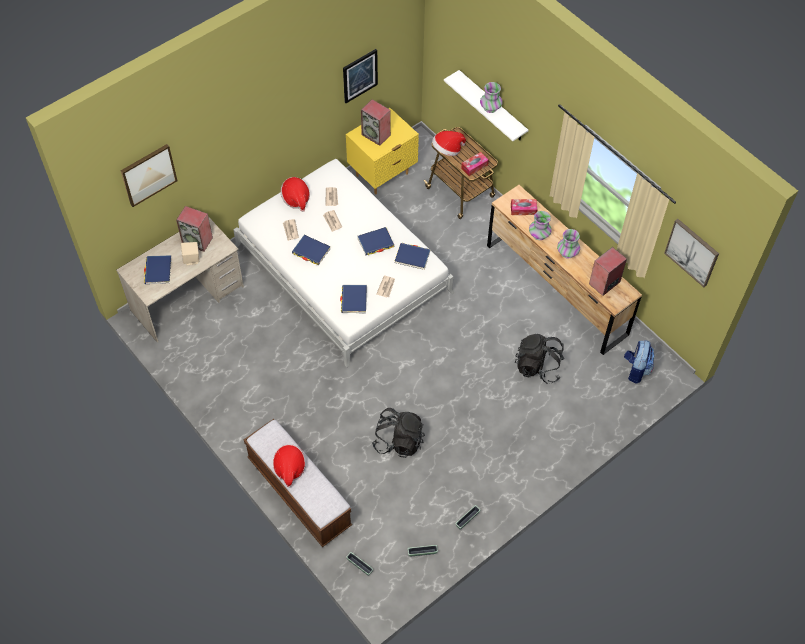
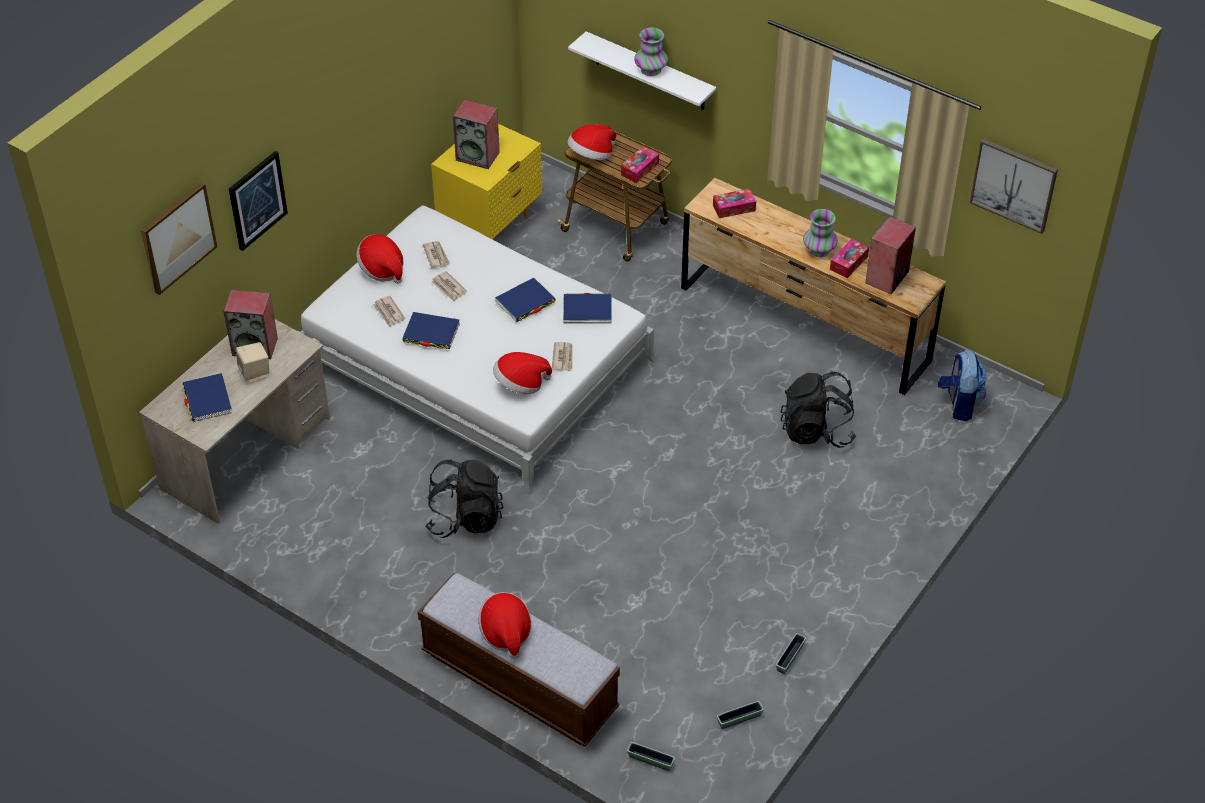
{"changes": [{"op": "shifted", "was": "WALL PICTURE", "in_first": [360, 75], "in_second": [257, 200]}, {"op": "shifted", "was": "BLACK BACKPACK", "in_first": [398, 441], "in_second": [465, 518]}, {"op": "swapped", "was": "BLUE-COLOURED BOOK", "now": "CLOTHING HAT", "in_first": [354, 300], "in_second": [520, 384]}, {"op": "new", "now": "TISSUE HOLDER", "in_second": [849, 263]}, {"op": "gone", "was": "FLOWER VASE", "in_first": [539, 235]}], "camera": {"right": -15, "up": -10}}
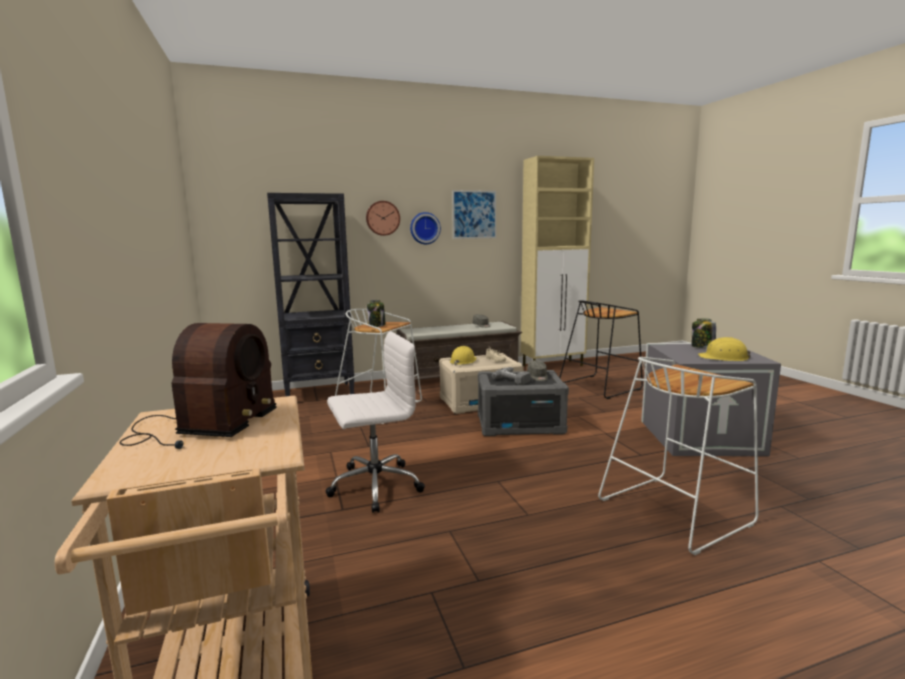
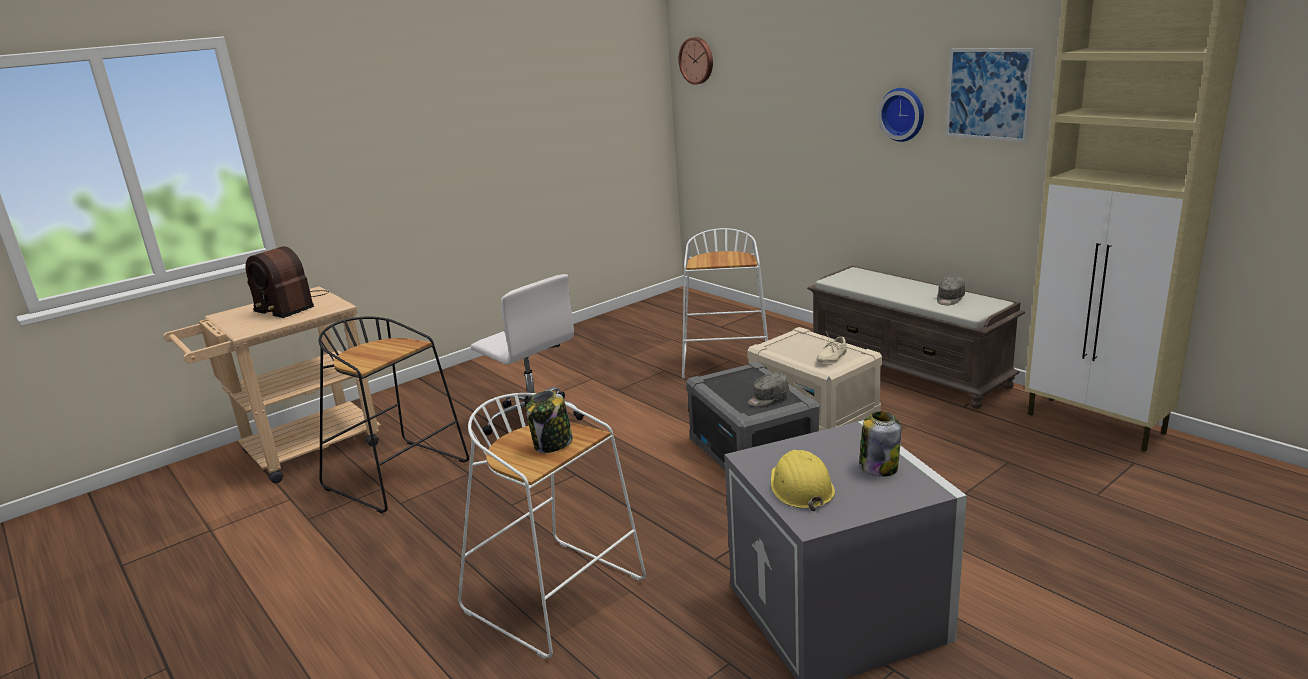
{"changes": [{"op": "rotated", "was": "RADIO RECEIVER", "in_first": [201, 427], "in_second": [290, 305], "clockwise": 45}, {"op": "shifted", "was": "BLACK SITTING STOOL", "in_first": [600, 386], "in_second": [399, 475]}, {"op": "shifted", "was": "STORAGE JAR", "in_first": [377, 325], "in_second": [552, 444]}, {"op": "shifted", "was": "HANGING CLOCK", "in_first": [382, 218], "in_second": [697, 60]}, {"op": "gone", "was": "BLACK BOOKSHELF", "in_first": [320, 393]}, {"op": "gone", "was": "YELLOWISH HARD HAT", "in_first": [463, 361]}, {"op": "gone", "was": "DRILL", "in_first": [514, 379]}], "camera": {"right": 70, "up": 10}}
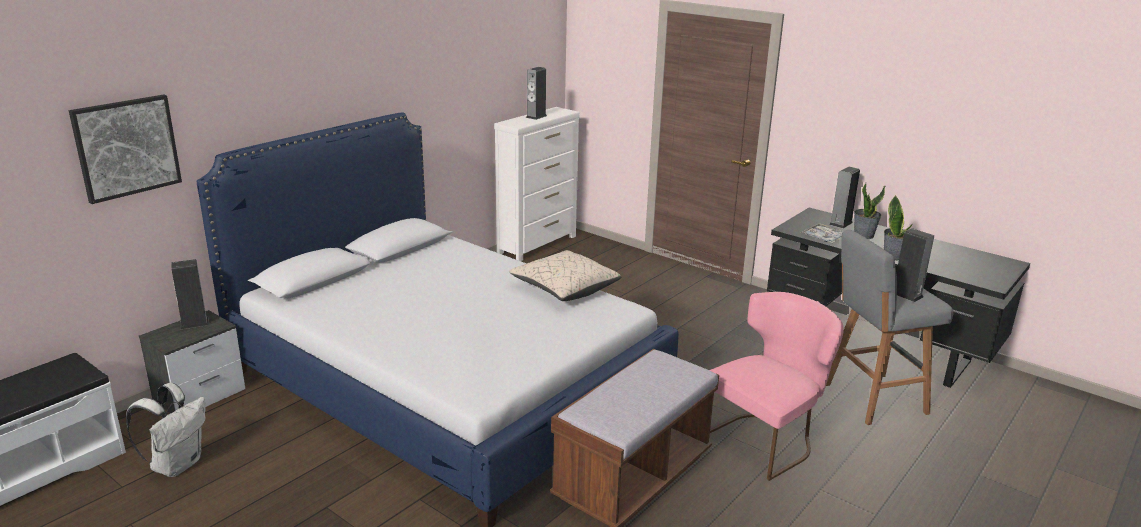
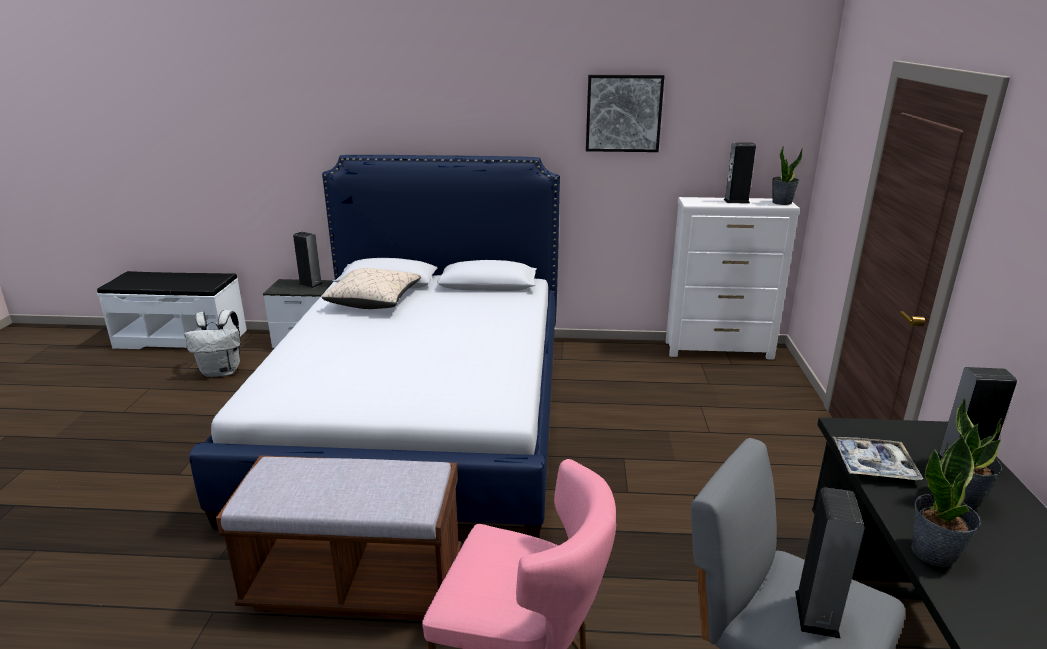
{"changes": [{"op": "shifted", "was": "BEIGE-COLOURED PILLOW", "in_first": [565, 289], "in_second": [374, 301]}, {"op": "shifted", "was": "WALL PICTURE", "in_first": [126, 147], "in_second": [623, 113]}, {"op": "new", "now": "HOUSEPLANT", "in_second": [781, 202]}], "camera": {"right": 55, "up": 0}}
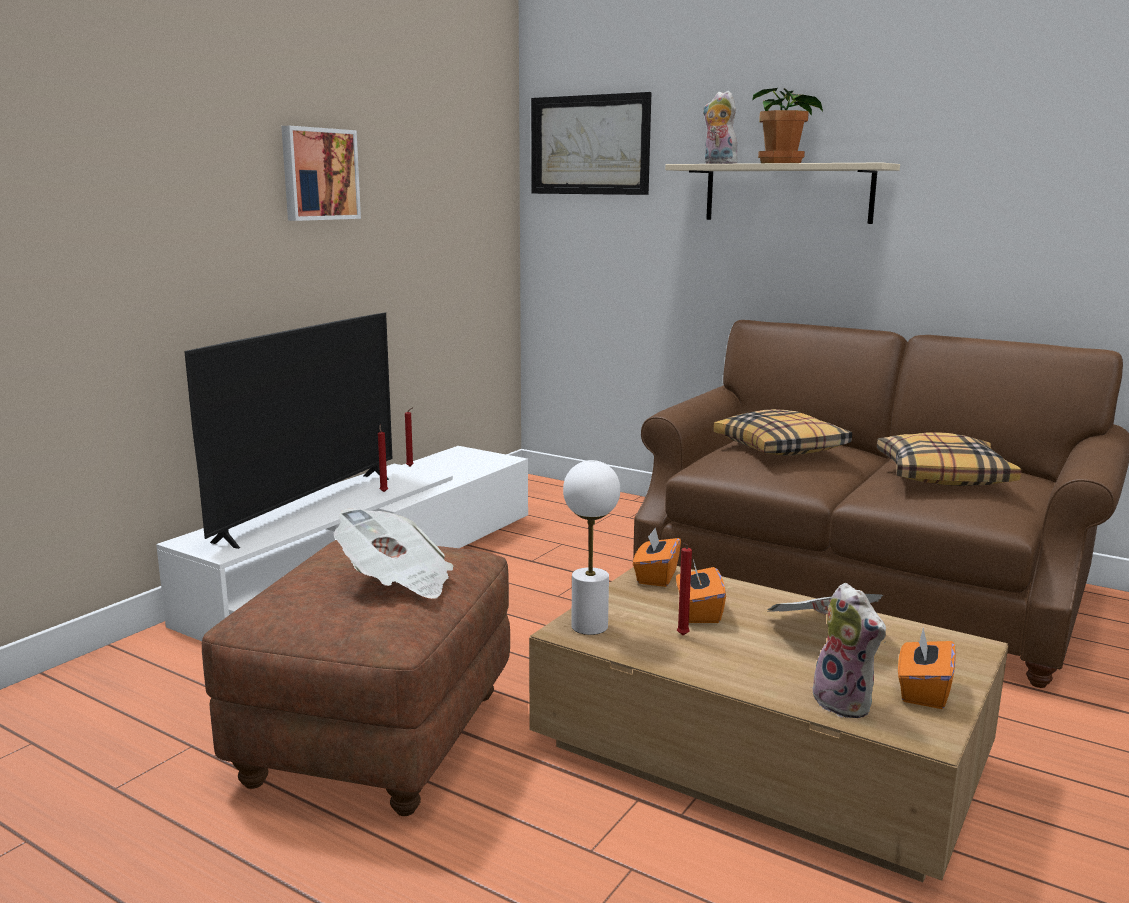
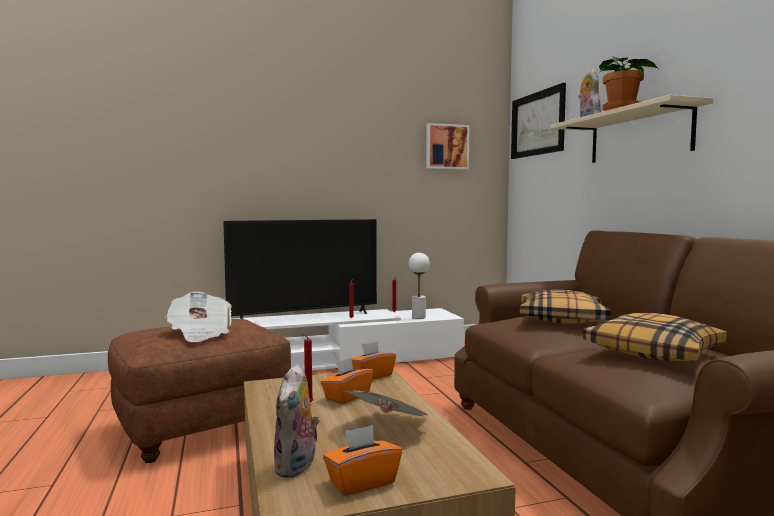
{"changes": [{"op": "shifted", "was": "WHITISH LAMP FOR A TABLE", "in_first": [589, 626], "in_second": [418, 317]}, {"op": "shifted", "was": "WALL PICTURE", "in_first": [319, 174], "in_second": [446, 147]}], "camera": {"right": 40, "up": -10}}
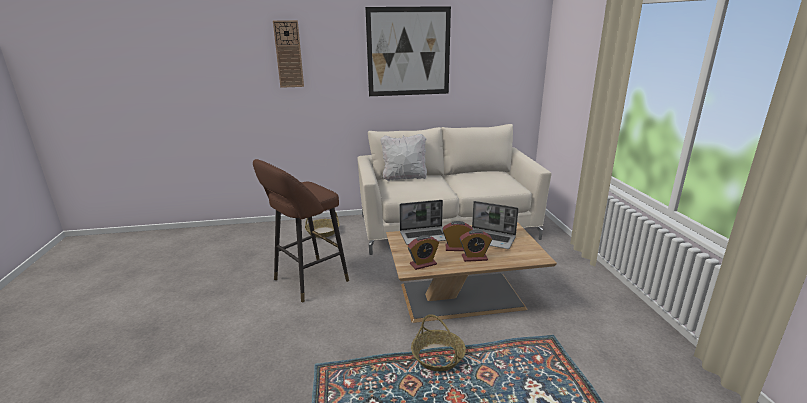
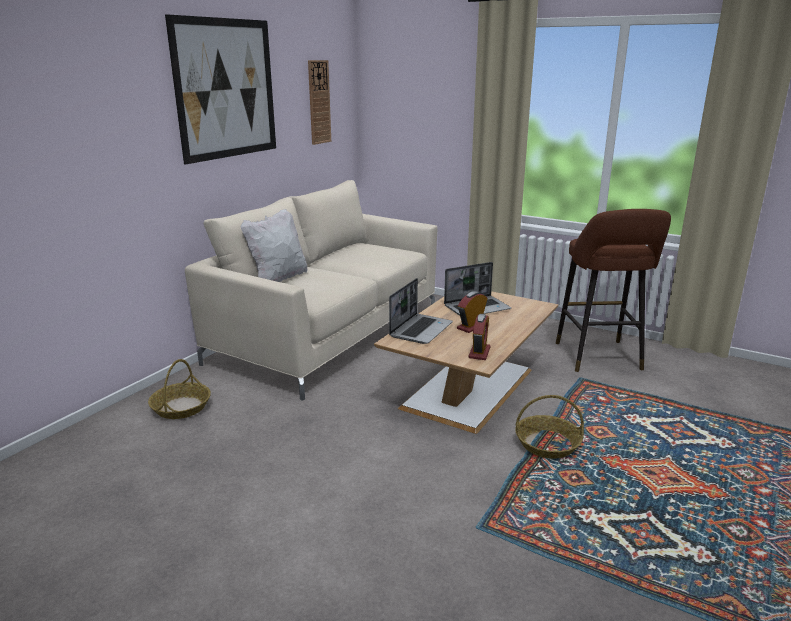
{"changes": [{"op": "shifted", "was": "HANGING CLOCK", "in_first": [288, 54], "in_second": [319, 102]}, {"op": "shifted", "was": "BROWN SITTING STOOL", "in_first": [307, 281], "in_second": [599, 358]}, {"op": "gone", "was": "BEDSIDE CLOCK", "in_first": [474, 258]}], "camera": {"right": -50, "up": 0}}
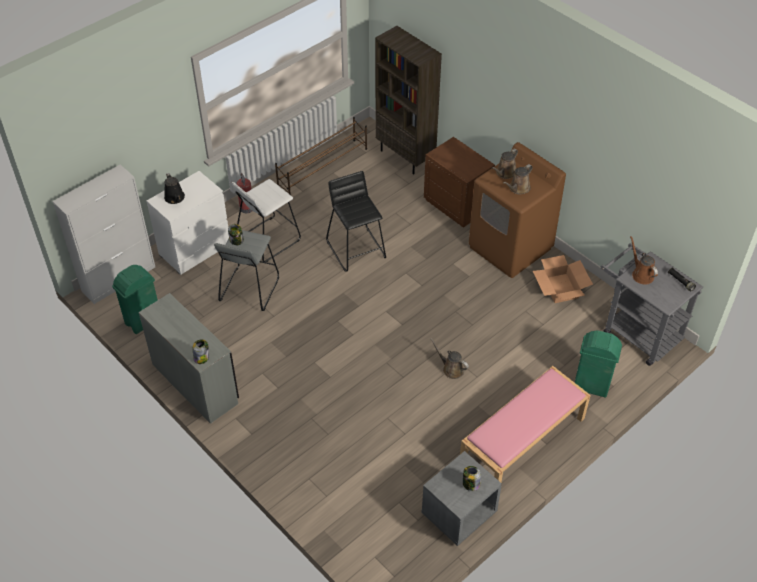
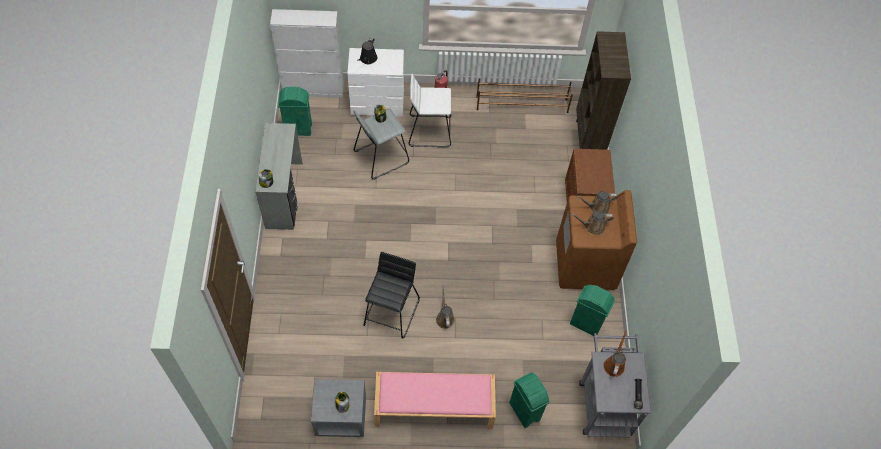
{"changes": [{"op": "shifted", "was": "BLACK SITTING STOOL", "in_first": [357, 249], "in_second": [391, 312]}, {"op": "swapped", "was": "PACKING BOX", "now": "GREEN TRASH CAN", "in_first": [560, 288], "in_second": [586, 324]}], "camera": {"right": 40, "up": 10}}
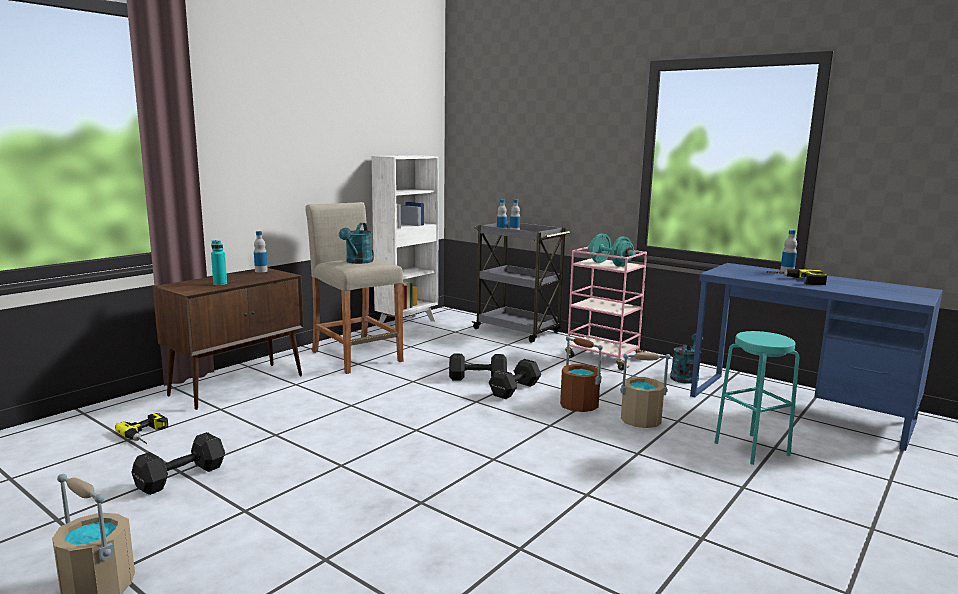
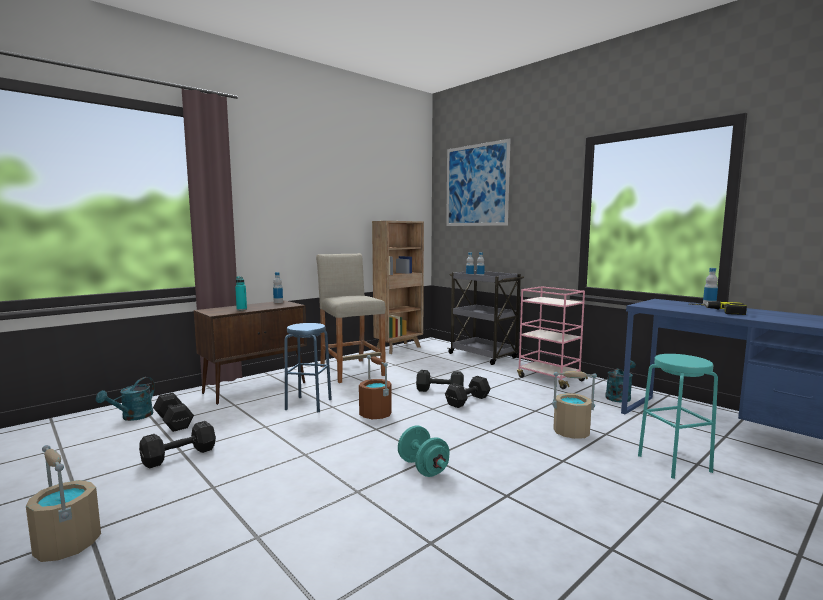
{"changes": [{"op": "shifted", "was": "BLUE-GREEN WATERING CAN", "in_first": [357, 262], "in_second": [133, 417]}, {"op": "swapped", "was": "DRILL", "now": "BLACK DUMBBELL", "in_first": [148, 435], "in_second": [174, 421]}, {"op": "new", "now": "BLUE-COLOURED SITTING STOOL", "in_second": [308, 404]}, {"op": "shifted", "was": "BROWN BUCKET", "in_first": [579, 406], "in_second": [376, 414]}, {"op": "repainted", "was": "WHITISH BOOKSHELF", "now": "BROWN BOOKSHELF", "in_first": [407, 323], "in_second": [399, 348]}, {"op": "shifted", "was": "BLUE-GREEN DUMBBELL", "in_first": [610, 264], "in_second": [423, 468]}, {"op": "new", "now": "WALL PICTURE", "in_second": [476, 185]}], "camera": {"right": 10, "up": -5}}
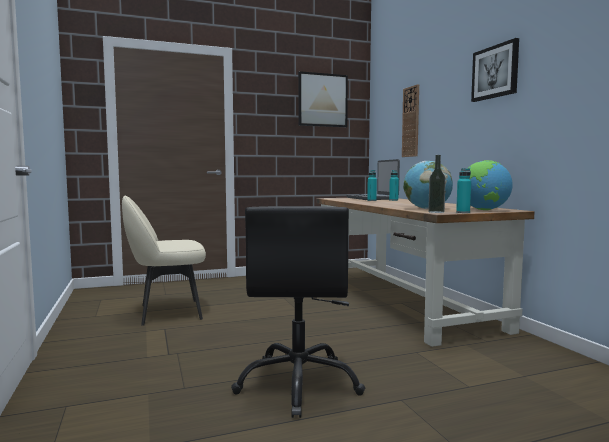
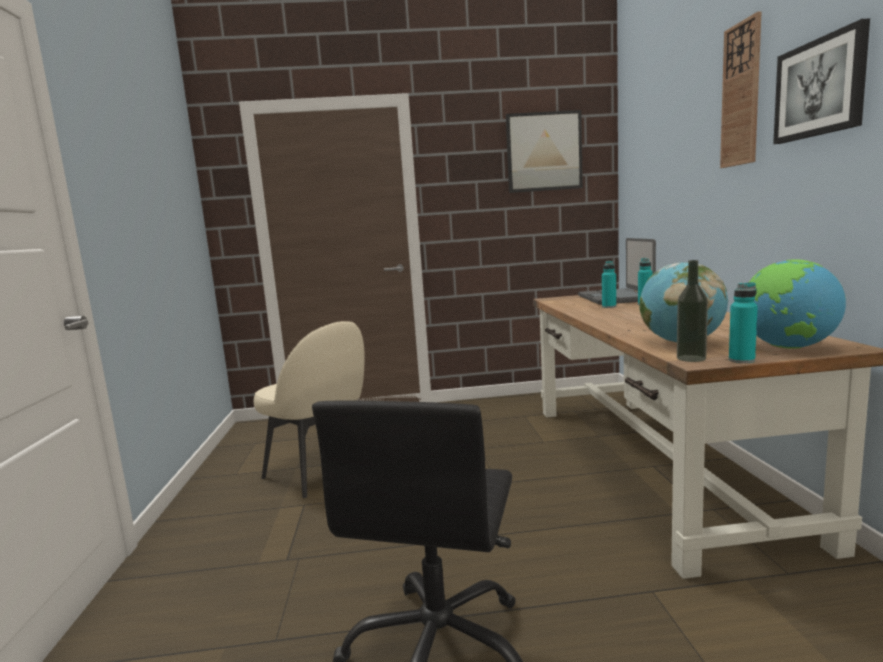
{"changes": [{"op": "rotated", "was": "BEIGE-COLOURED PLAIN CHAIR", "in_first": [168, 312], "in_second": [321, 471], "clockwise": -135}, {"op": "shifted", "was": "HANGING CLOCK", "in_first": [411, 122], "in_second": [741, 95]}], "camera": {"right": 15, "up": 5}}
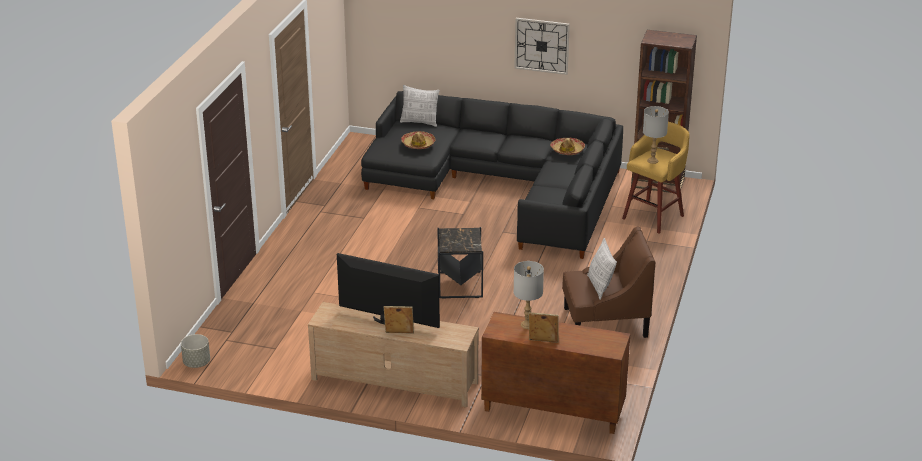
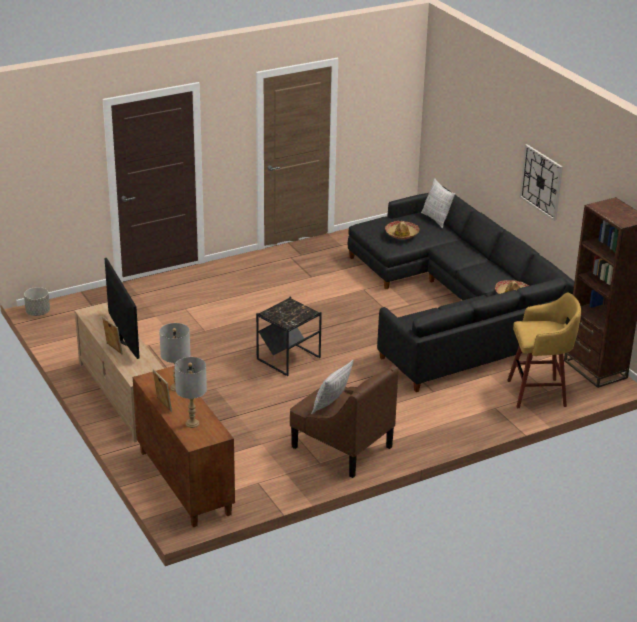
{"changes": [{"op": "shifted", "was": "GREY LAMP FOR A TABLE", "in_first": [653, 161], "in_second": [192, 423]}], "camera": {"right": 45, "up": 0}}
